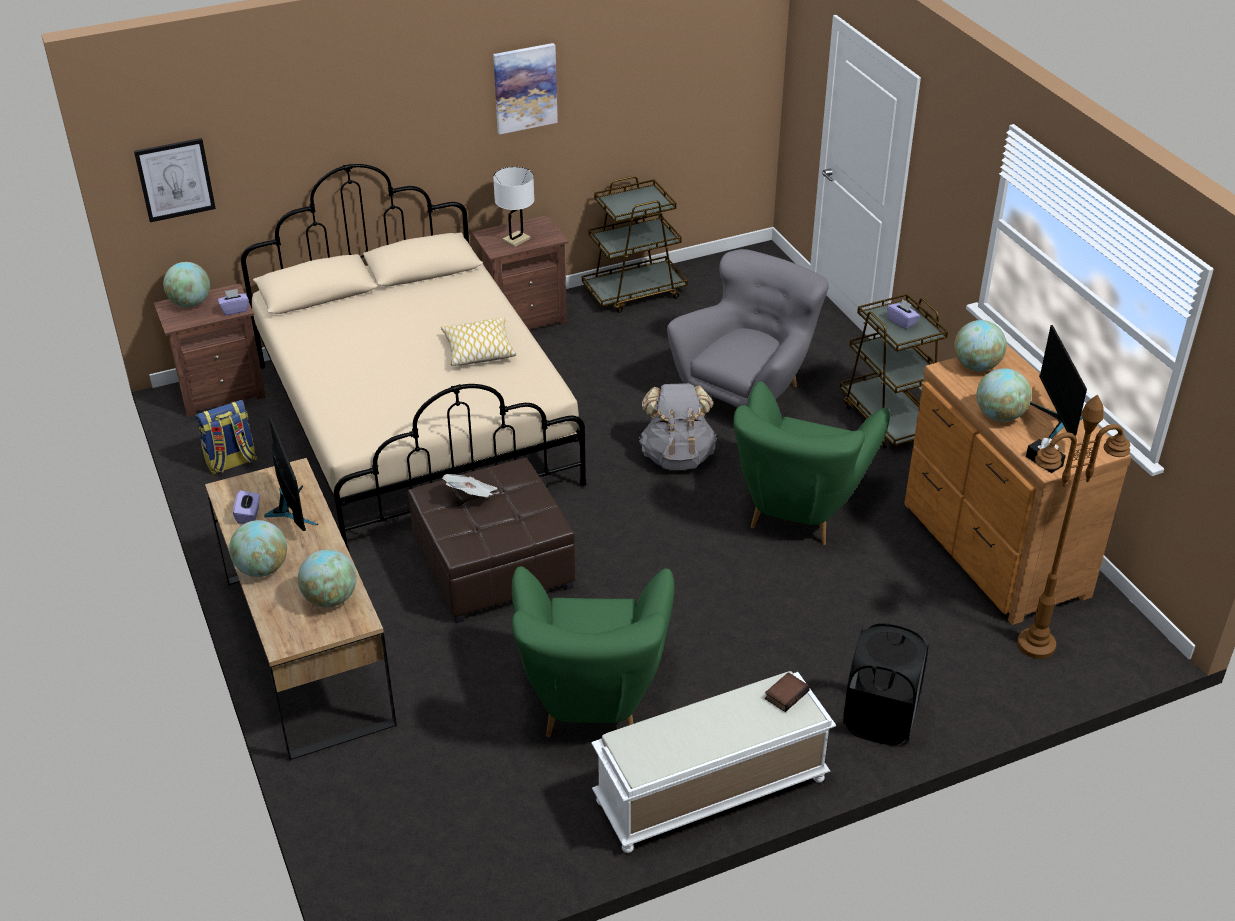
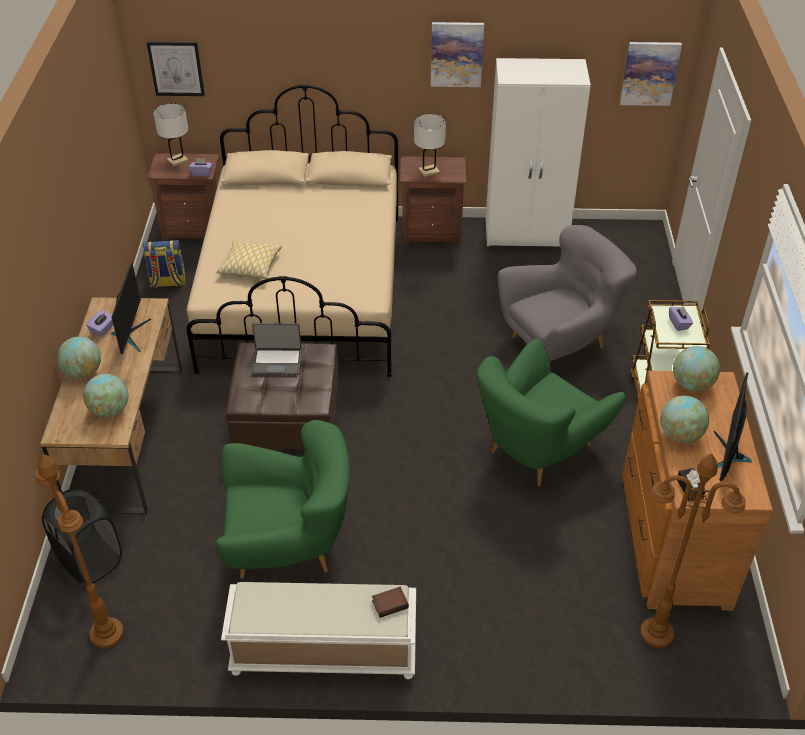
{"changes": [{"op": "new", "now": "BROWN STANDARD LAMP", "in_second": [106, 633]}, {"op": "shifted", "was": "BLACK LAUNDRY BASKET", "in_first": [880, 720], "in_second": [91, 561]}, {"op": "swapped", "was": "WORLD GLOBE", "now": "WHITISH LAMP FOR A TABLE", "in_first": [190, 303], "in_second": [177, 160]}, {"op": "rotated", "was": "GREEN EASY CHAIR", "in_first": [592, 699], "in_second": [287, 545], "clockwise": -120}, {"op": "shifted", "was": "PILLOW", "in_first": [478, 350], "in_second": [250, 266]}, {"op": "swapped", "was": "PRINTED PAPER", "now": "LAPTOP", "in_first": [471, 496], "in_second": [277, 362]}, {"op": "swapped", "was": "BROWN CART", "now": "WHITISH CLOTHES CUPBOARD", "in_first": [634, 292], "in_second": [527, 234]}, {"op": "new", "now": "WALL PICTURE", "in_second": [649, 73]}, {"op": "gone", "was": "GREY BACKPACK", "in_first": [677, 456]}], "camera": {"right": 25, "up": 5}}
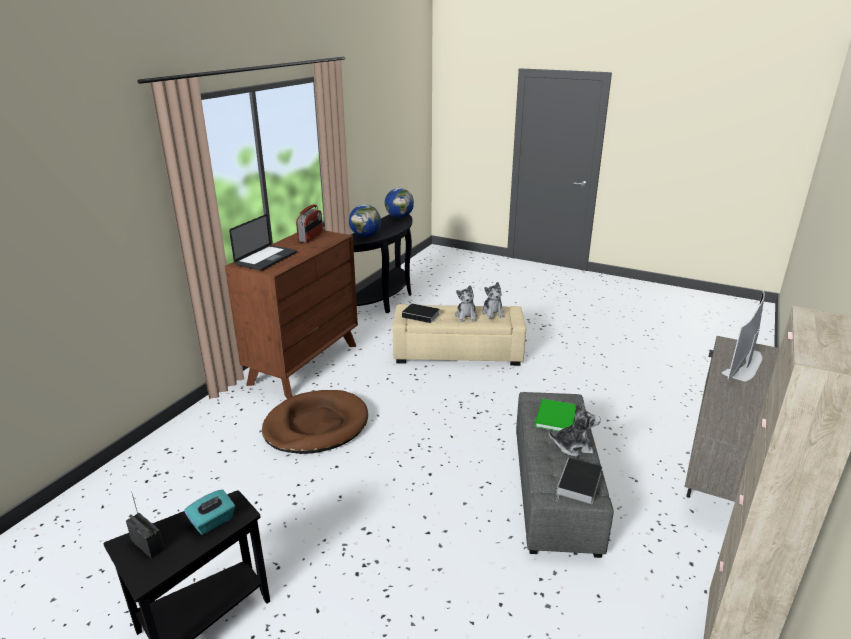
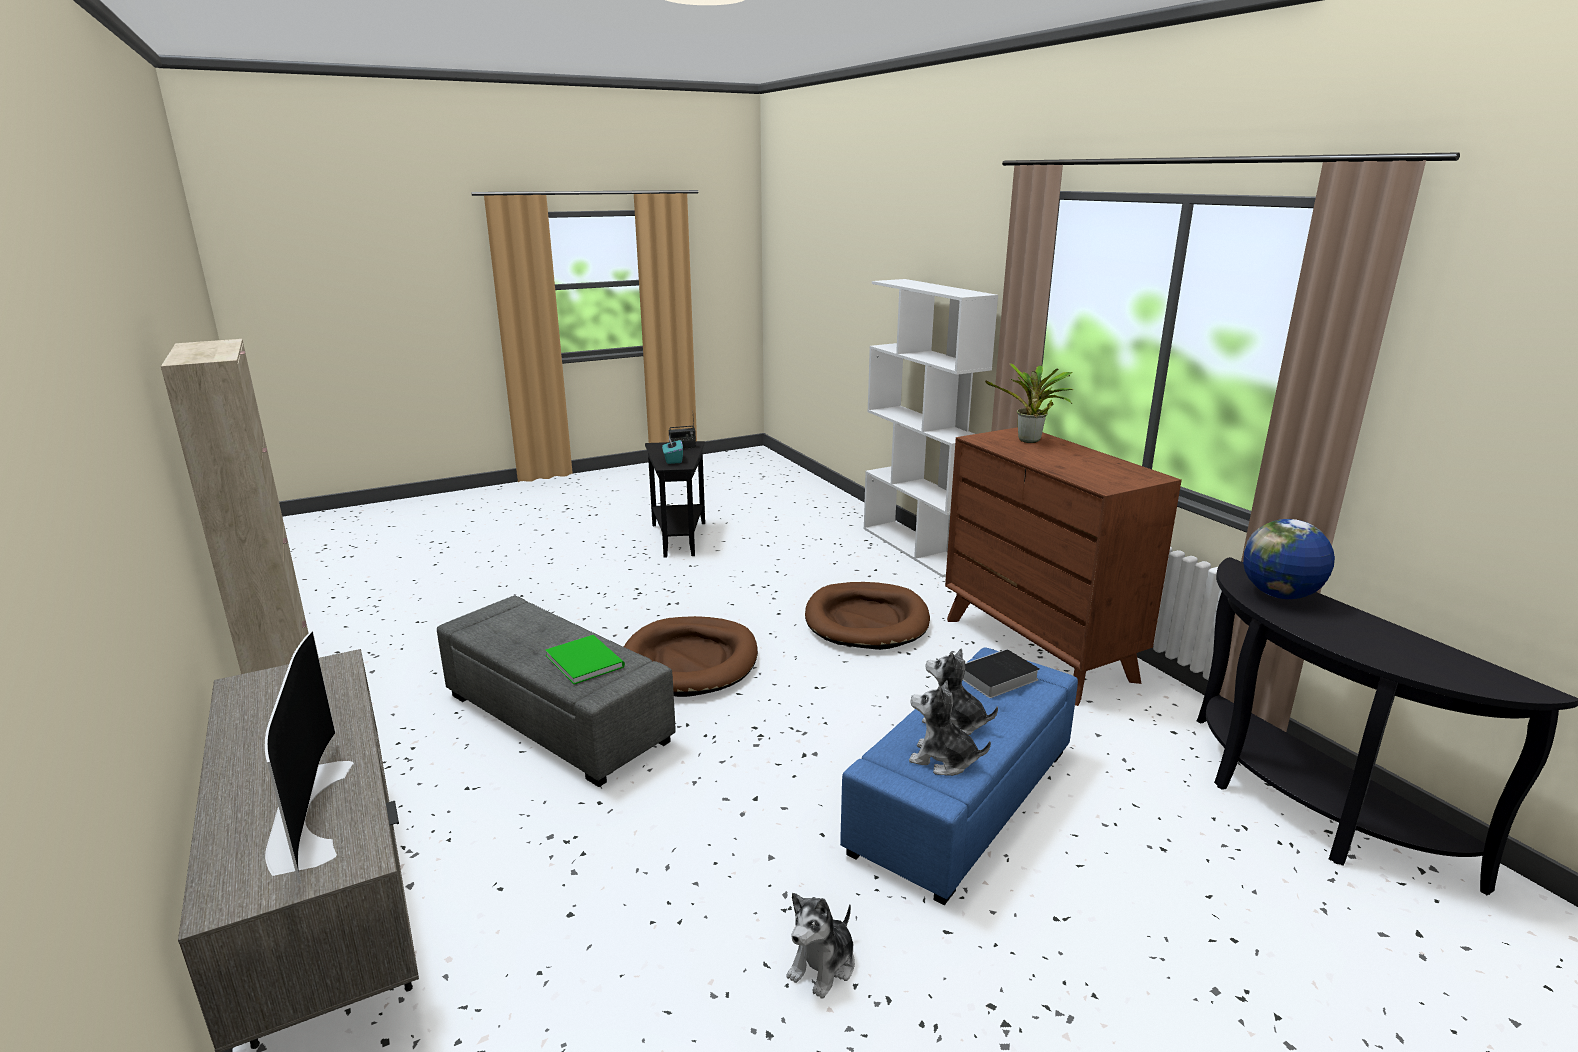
{"changes": [{"op": "new", "now": "BROWN DOG BED", "in_second": [690, 661]}, {"op": "shifted", "was": "SOFT TOY", "in_first": [573, 446], "in_second": [823, 965]}, {"op": "repainted", "was": "BEIGE-COLOURED POUFFE", "now": "BLUE-COLOURED POUFFE", "in_first": [457, 352], "in_second": [964, 800]}, {"op": "new", "now": "WHITISH BOOKSHELF", "in_second": [917, 548]}, {"op": "swapped", "was": "LAPTOP", "now": "HOUSEPLANT", "in_first": [266, 259], "in_second": [1030, 441]}, {"op": "gone", "was": "RADIO RECEIVER", "in_first": [311, 237]}, {"op": "gone", "was": "WORLD GLOBE", "in_first": [399, 217]}, {"op": "gone", "was": "BOOK", "in_first": [579, 485]}], "camera": {"right": 125, "up": -5}}
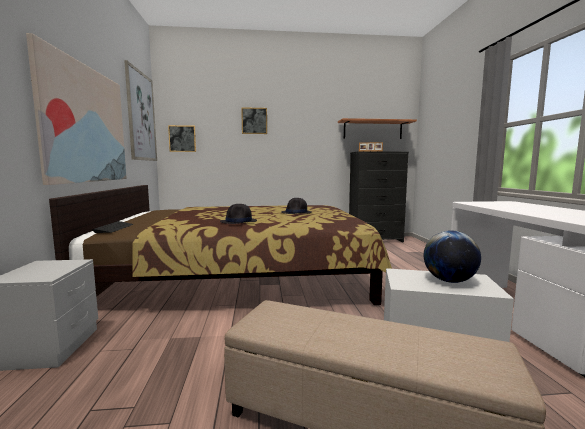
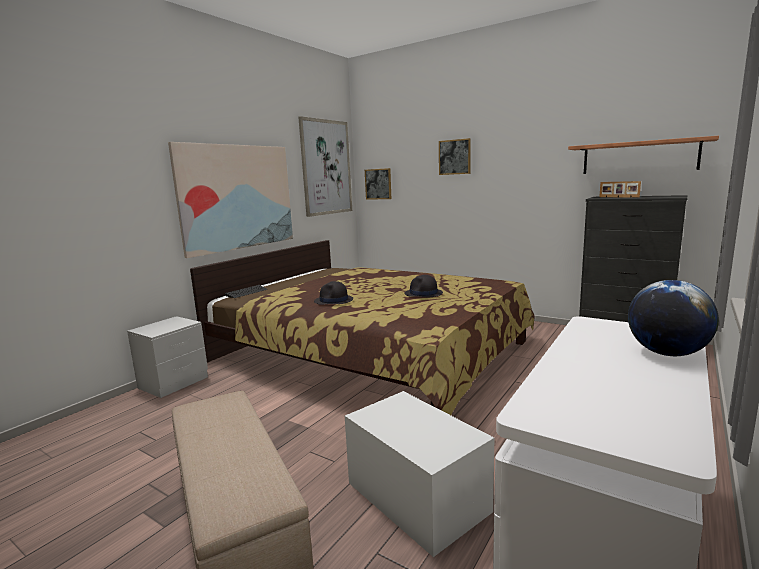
{"changes": [{"op": "shifted", "was": "WORLD GLOBE", "in_first": [449, 281], "in_second": [667, 353]}], "camera": {"right": 40, "up": 5}}
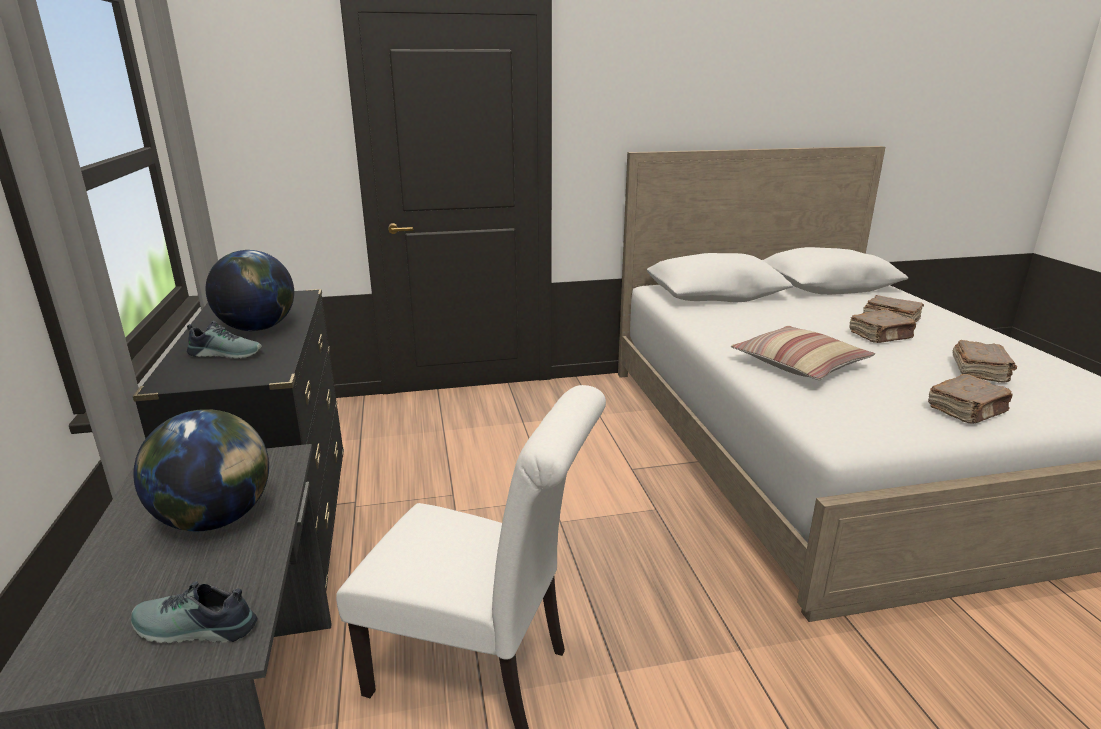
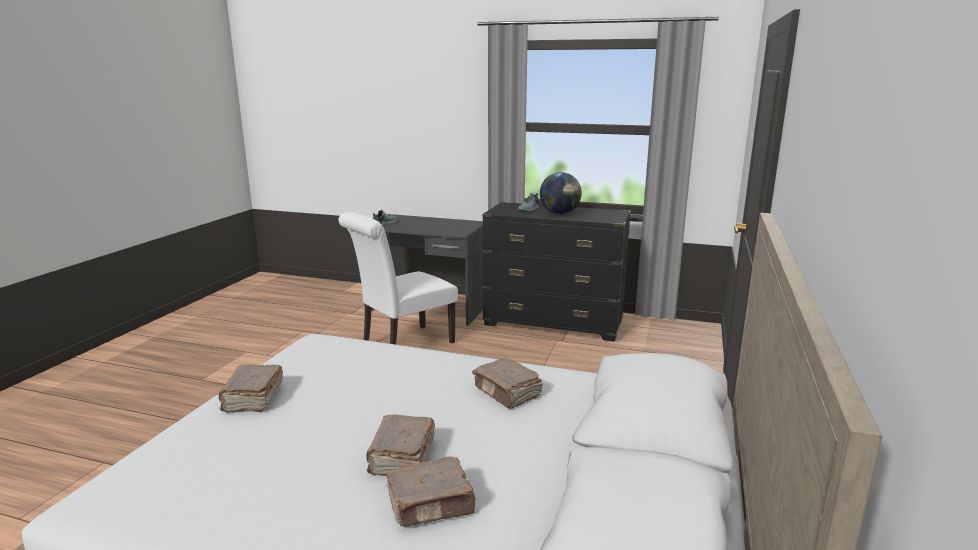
{"changes": [{"op": "shifted", "was": "BROWN BOOK", "in_first": [979, 371], "in_second": [507, 393]}, {"op": "gone", "was": "WORLD GLOBE", "in_first": [216, 519]}, {"op": "gone", "was": "PILLOW", "in_first": [799, 364]}], "camera": {"right": 120, "up": -5}}
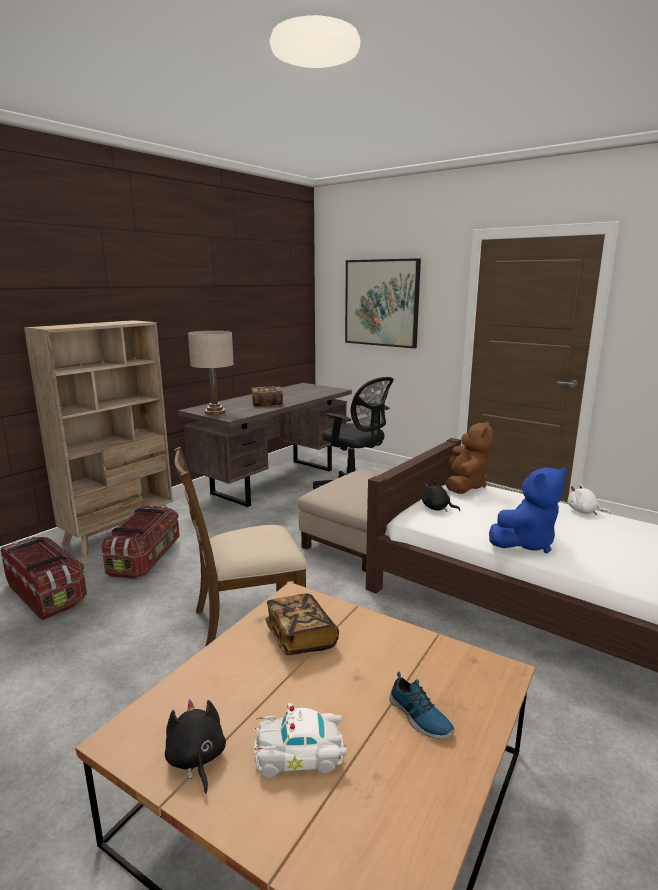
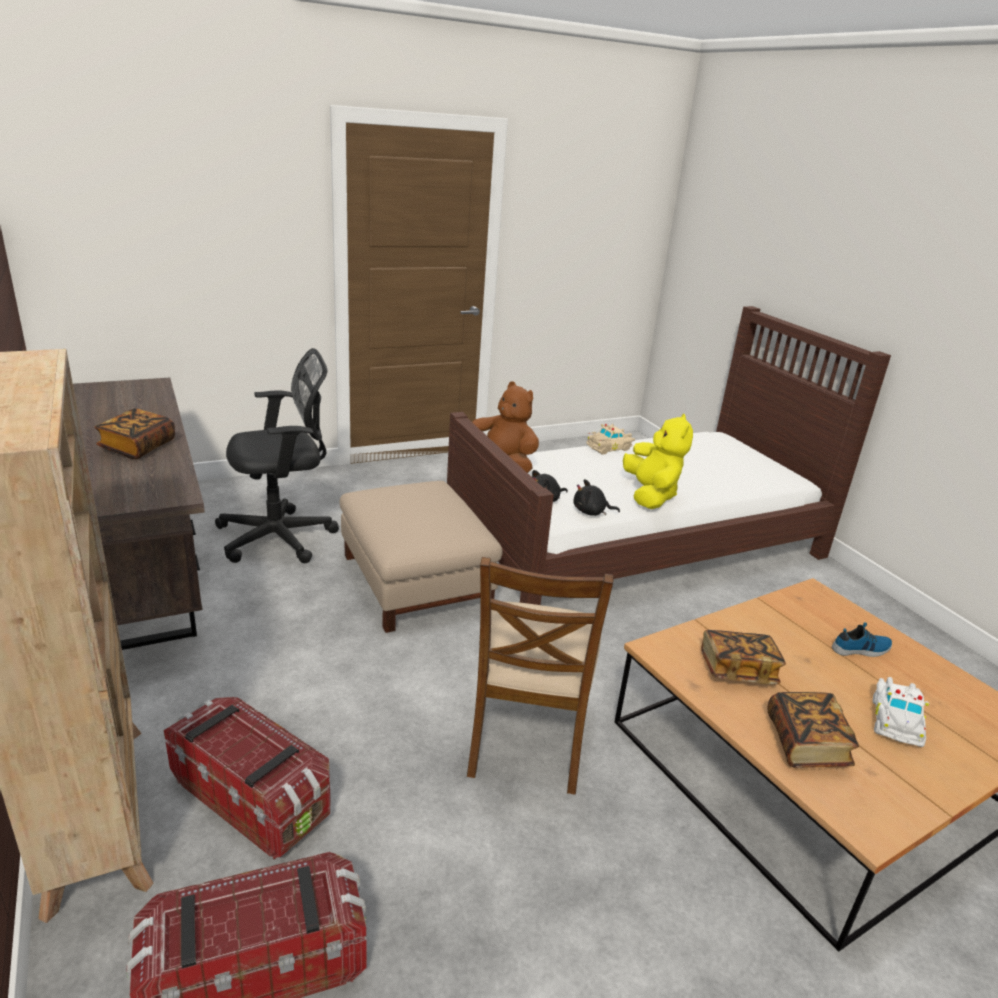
{"changes": [{"op": "shifted", "was": "BLACK SOFT TOY", "in_first": [196, 759], "in_second": [591, 512]}, {"op": "swapped", "was": "WHITISH SOFT TOY", "now": "BEIGE-COLOURED MODEL CAR", "in_first": [584, 512], "in_second": [610, 448]}, {"op": "repainted", "was": "BLUE-COLOURED SOFT TOY", "now": "YELLOWISH SOFT TOY", "in_first": [525, 543], "in_second": [650, 495]}, {"op": "new", "now": "BOOK", "in_second": [806, 744]}, {"op": "gone", "was": "BEIGE-COLOURED LAMP FOR A TABLE", "in_first": [215, 412]}, {"op": "gone", "was": "WALL PICTURE", "in_first": [381, 303]}], "camera": {"right": -65, "up": 10}}
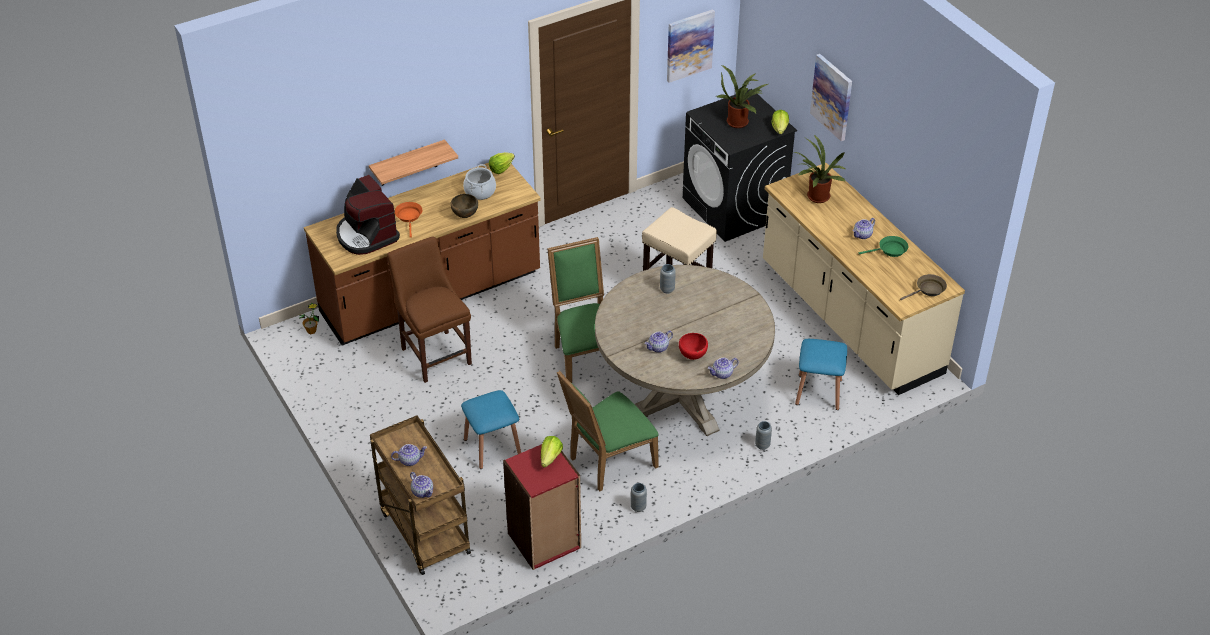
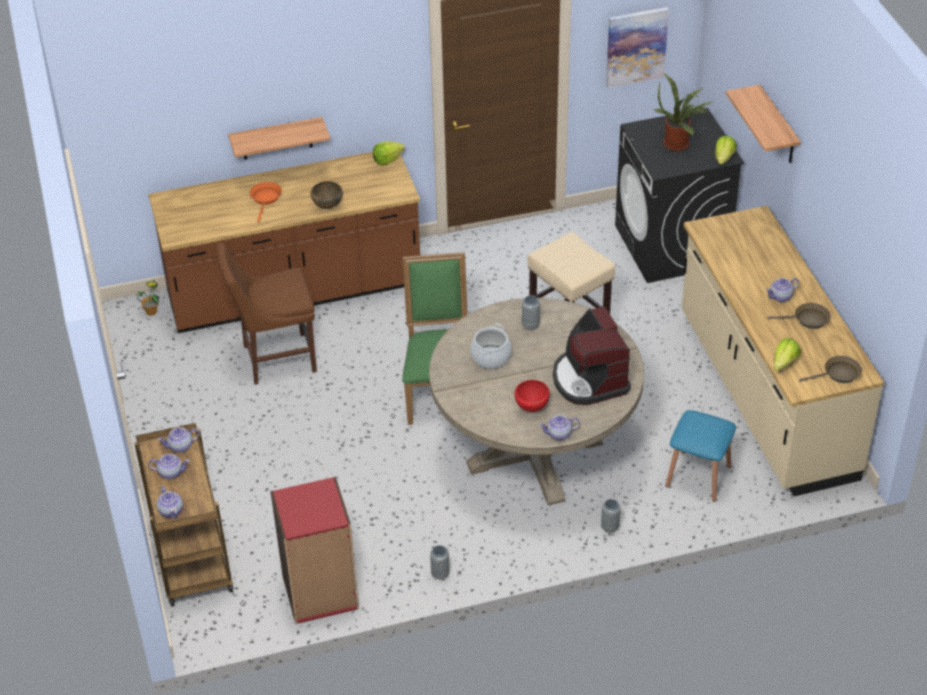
{"changes": [{"op": "shifted", "was": "TEA POT", "in_first": [658, 348], "in_second": [180, 447]}, {"op": "rotated", "was": "BROWN PLAIN CHAIR", "in_first": [435, 353], "in_second": [275, 359], "clockwise": -90}, {"op": "shifted", "was": "SAUCEPOT", "in_first": [480, 191], "in_second": [491, 357]}, {"op": "shifted", "was": "COFFEE MAKER", "in_first": [366, 235], "in_second": [589, 379]}, {"op": "swapped", "was": "WALL PICTURE", "now": "BRACKET SHELF", "in_first": [832, 97], "in_second": [778, 127]}, {"op": "repainted", "was": "GREEN PAN", "now": "BROWN PAN", "in_first": [890, 250], "in_second": [808, 320]}, {"op": "shifted", "was": "LETTUCE", "in_first": [550, 458], "in_second": [784, 363]}, {"op": "gone", "was": "BLUE-COLOURED SITTING STOOL", "in_first": [492, 447]}, {"op": "gone", "was": "GREEN PLAIN CHAIR", "in_first": [608, 462]}, {"op": "gone", "was": "HOUSEPLANT", "in_first": [816, 198]}], "camera": {"right": 15, "up": 0}}
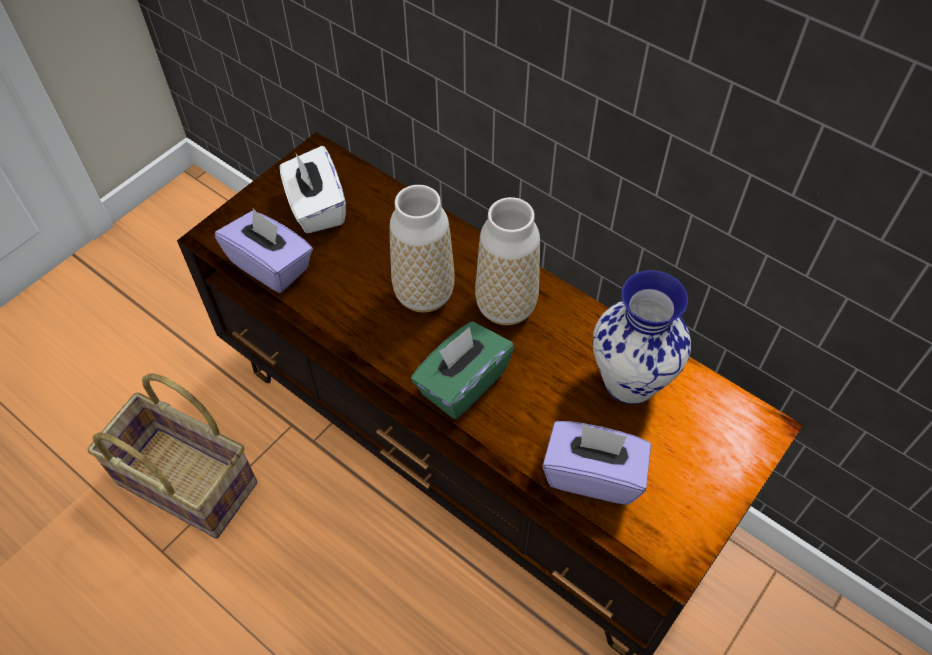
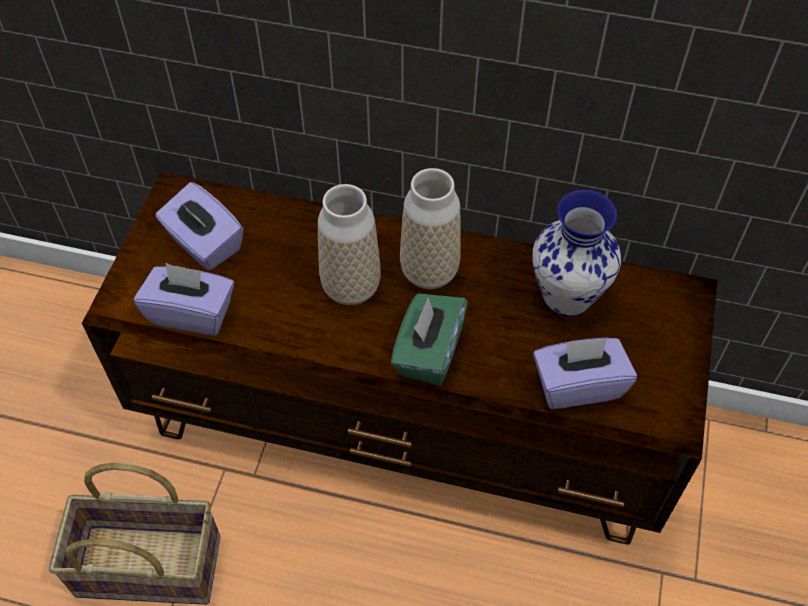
{"changes": [{"op": "repainted", "was": "WHITISH TISSUE HOLDER", "now": "PURPLE-COLOURED TISSUE HOLDER", "in_first": [316, 208], "in_second": [204, 244]}], "camera": {"right": -25, "up": 0}}
